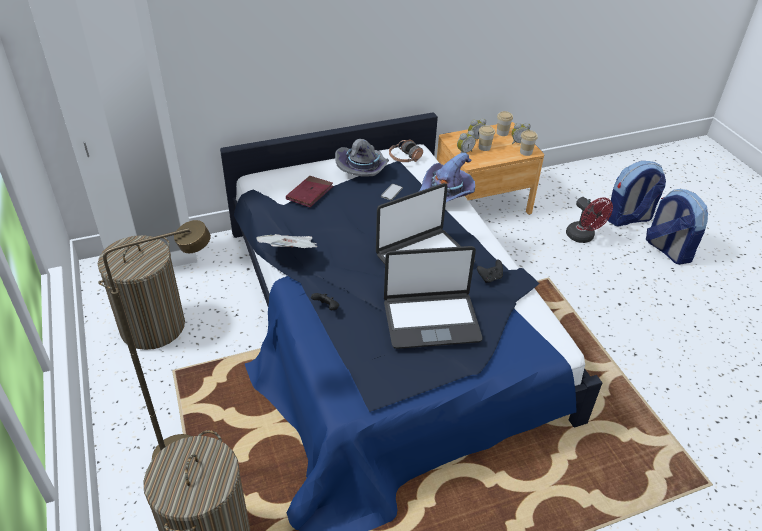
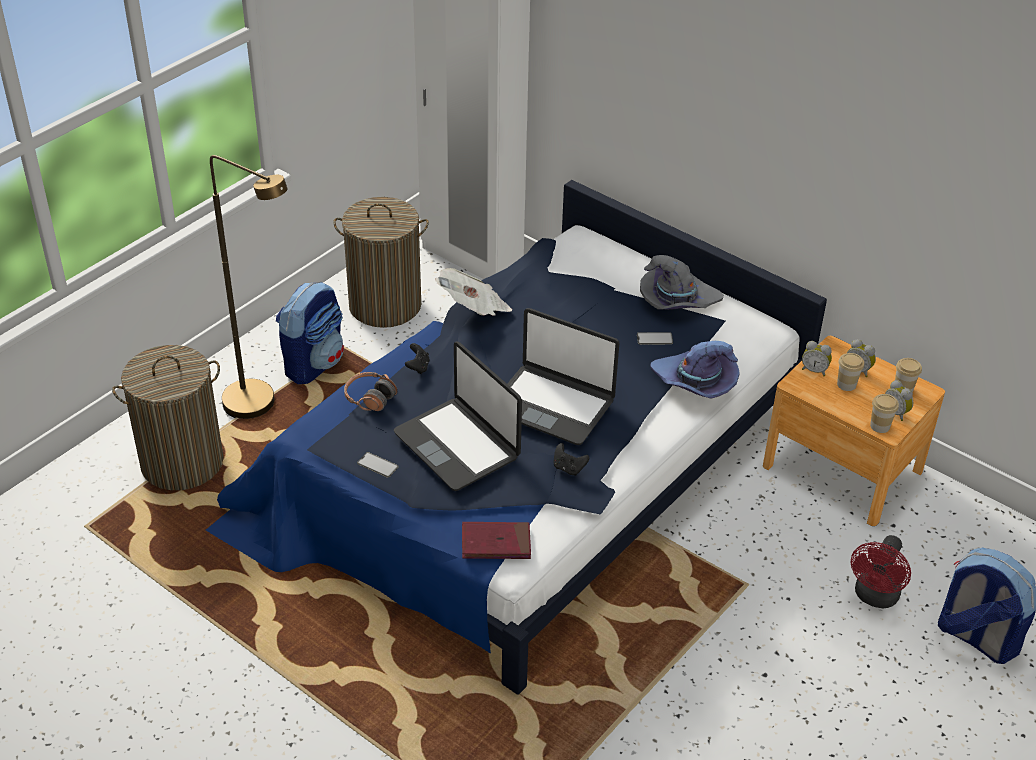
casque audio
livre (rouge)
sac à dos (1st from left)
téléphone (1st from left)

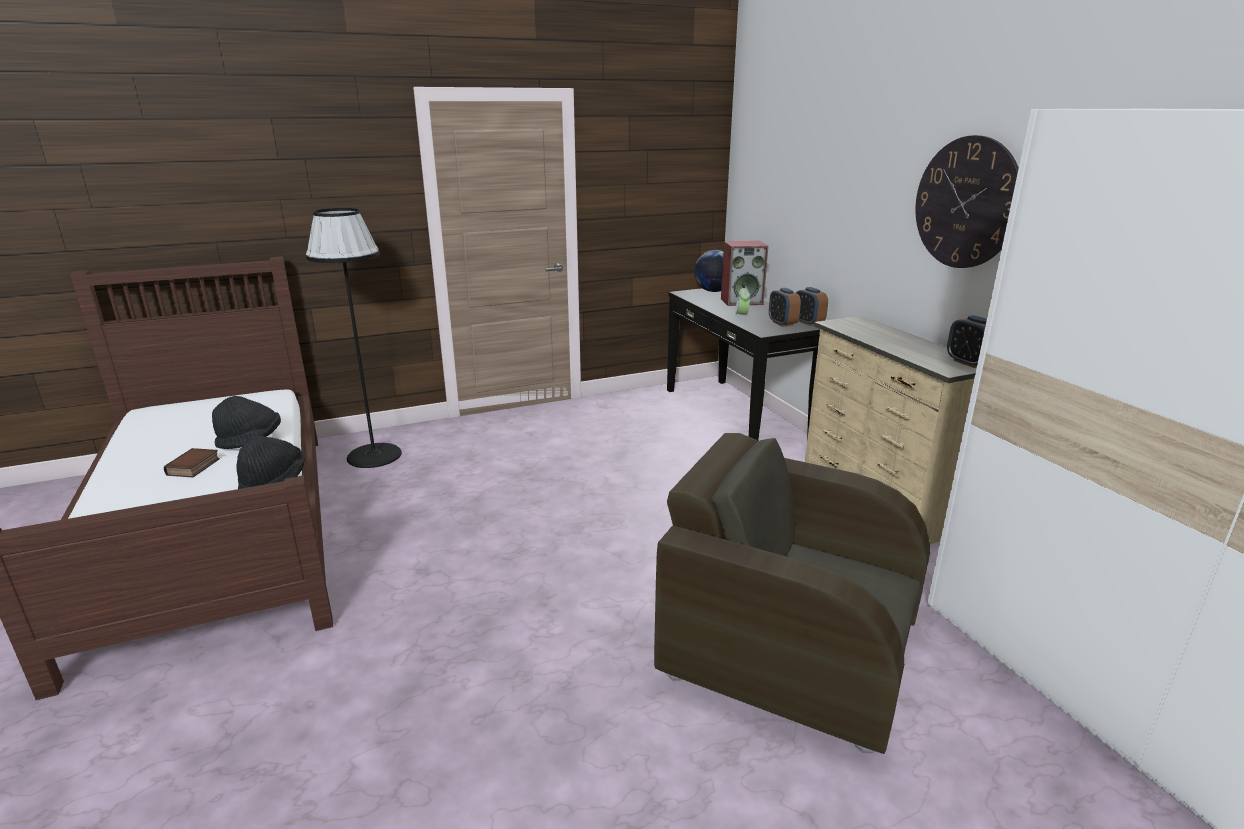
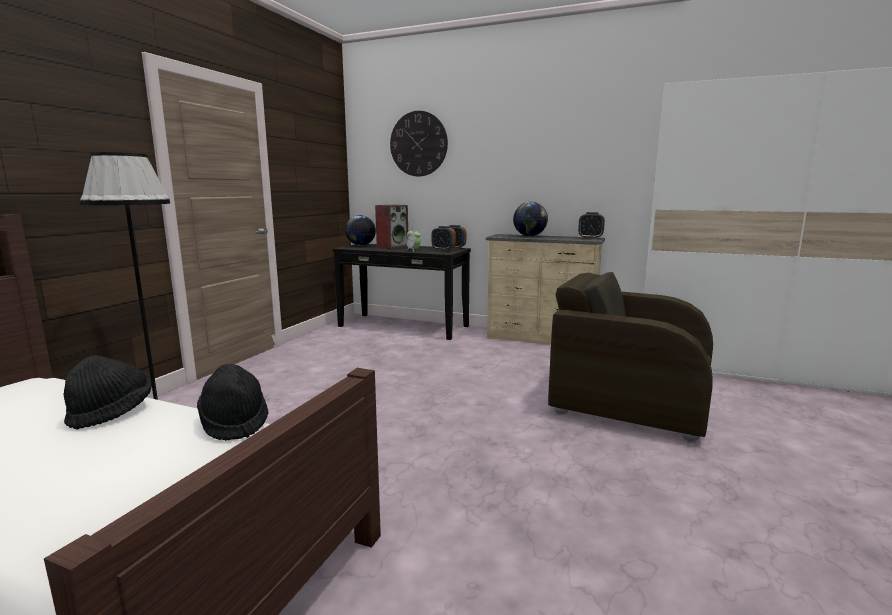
horloge murale
fauteuil (marron)
livre
globe (2nd from left)

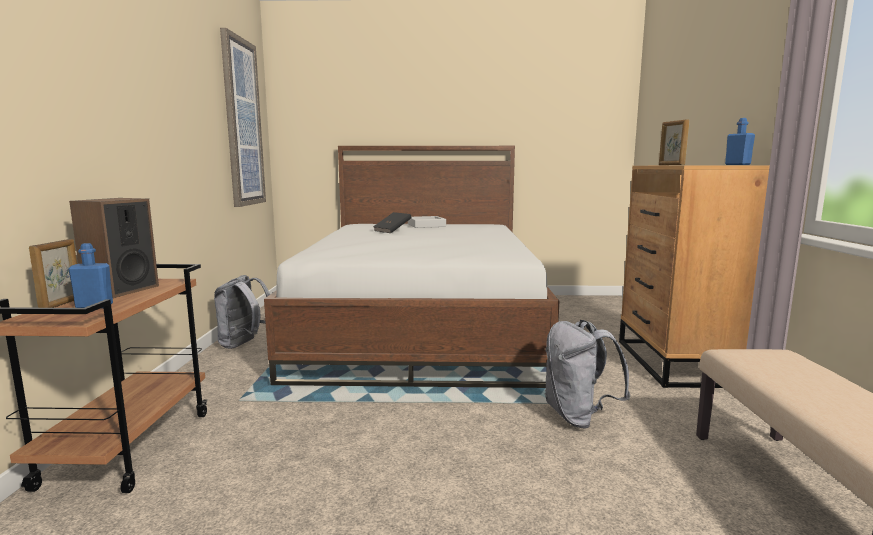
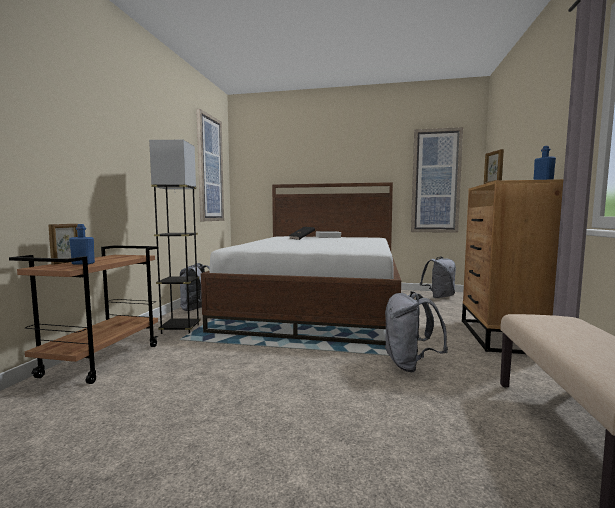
enceinte
tableau (2nd from left)
lampadaire (gris)
sac à dos (gris) (3rd from left)

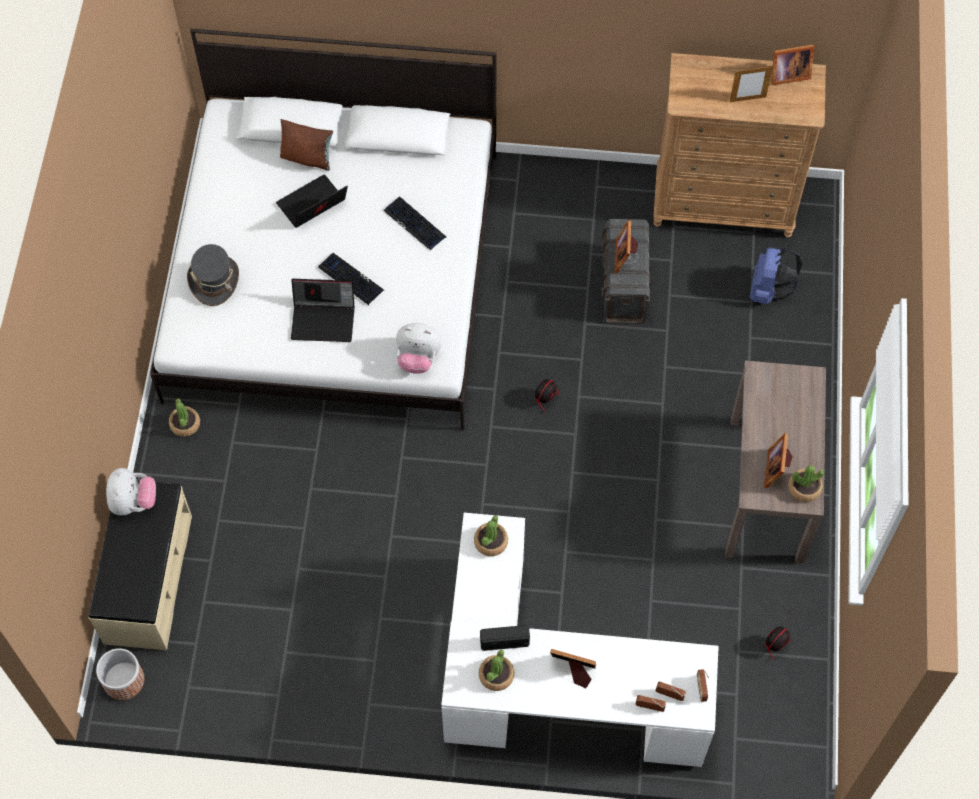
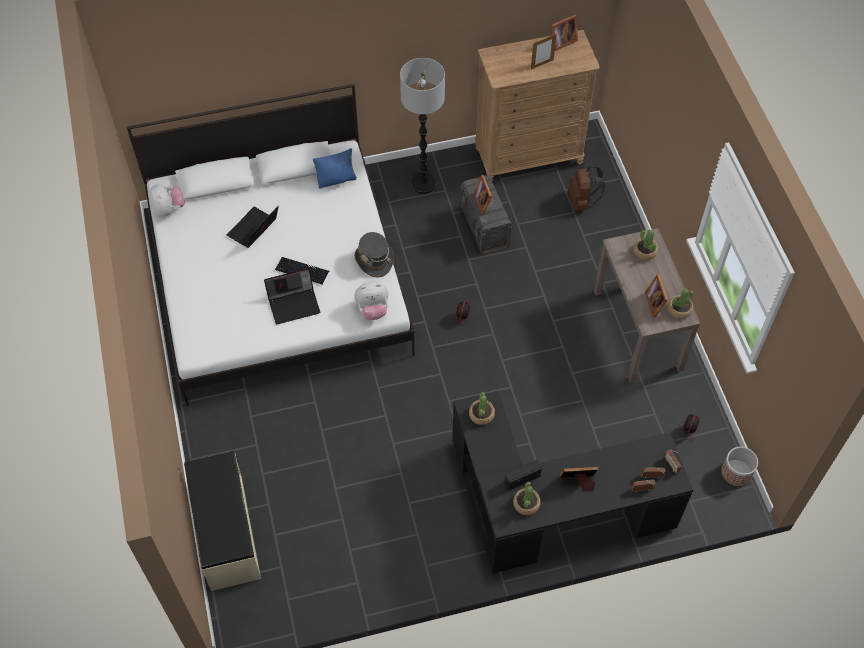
coussin (marron)
clavier (2nd from left in the first image)
chapeau (gris)
sac à dos (marron)
plante en pot (3rd from left)
peluche (1st from left)
bureau (noir)
cache-pot
lampadaire
coussin (bleu)

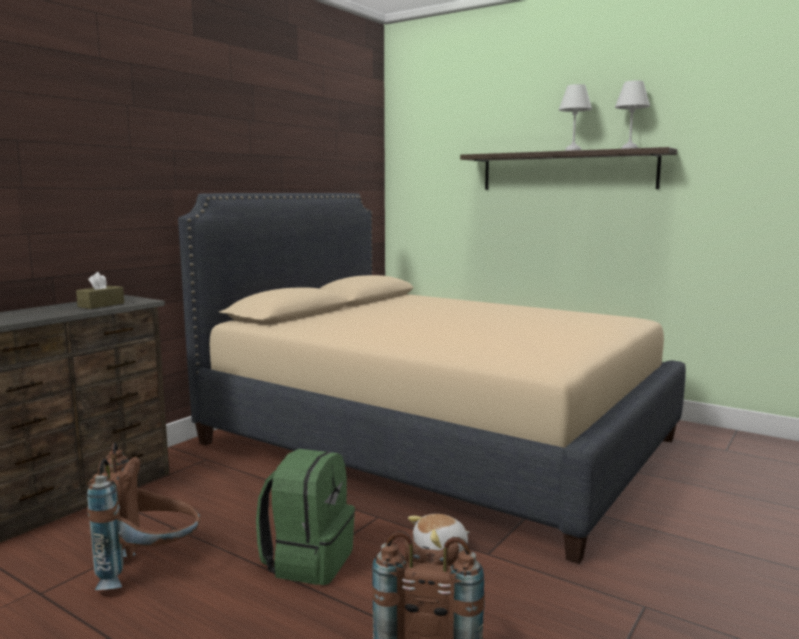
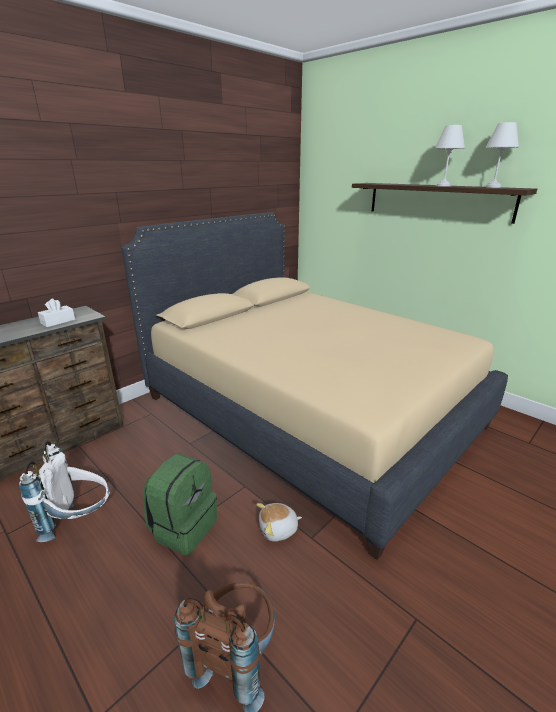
boîte à mouchoirs (blanc)
sac à dos (blanc)

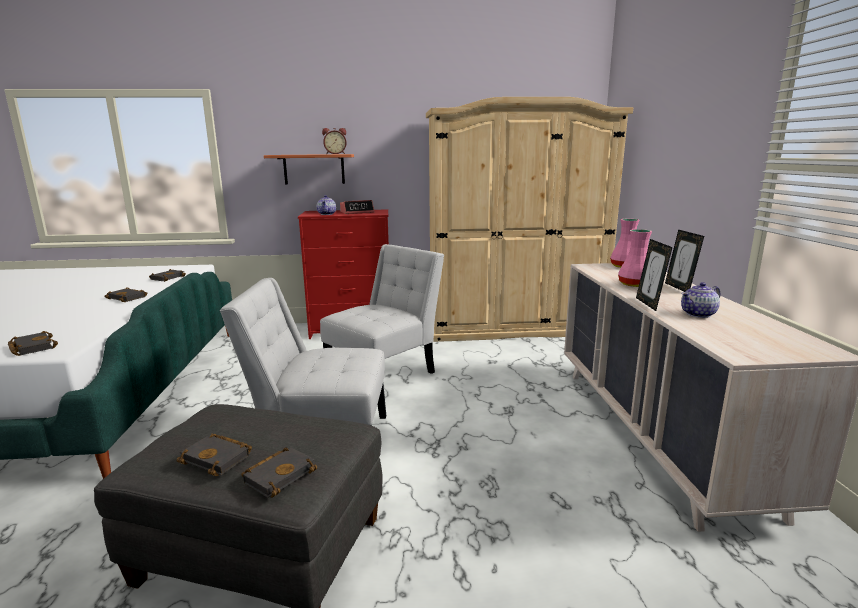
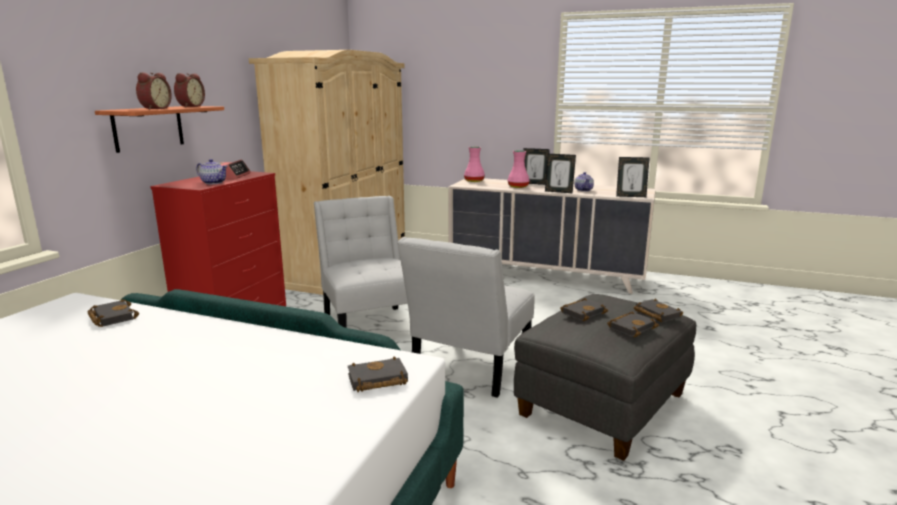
livre (noir) (3rd from left)
réveil (1st from left)
cadre photo (3rd from left)

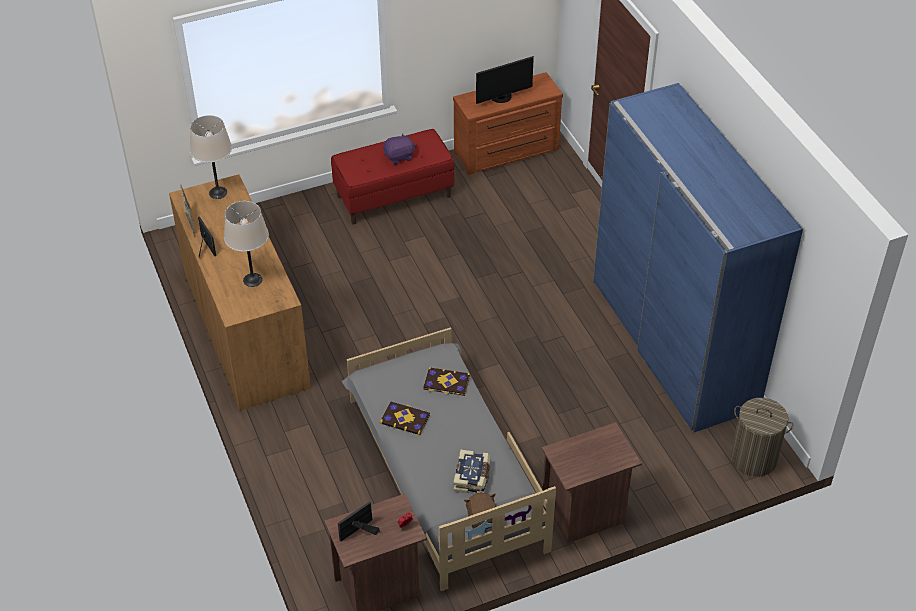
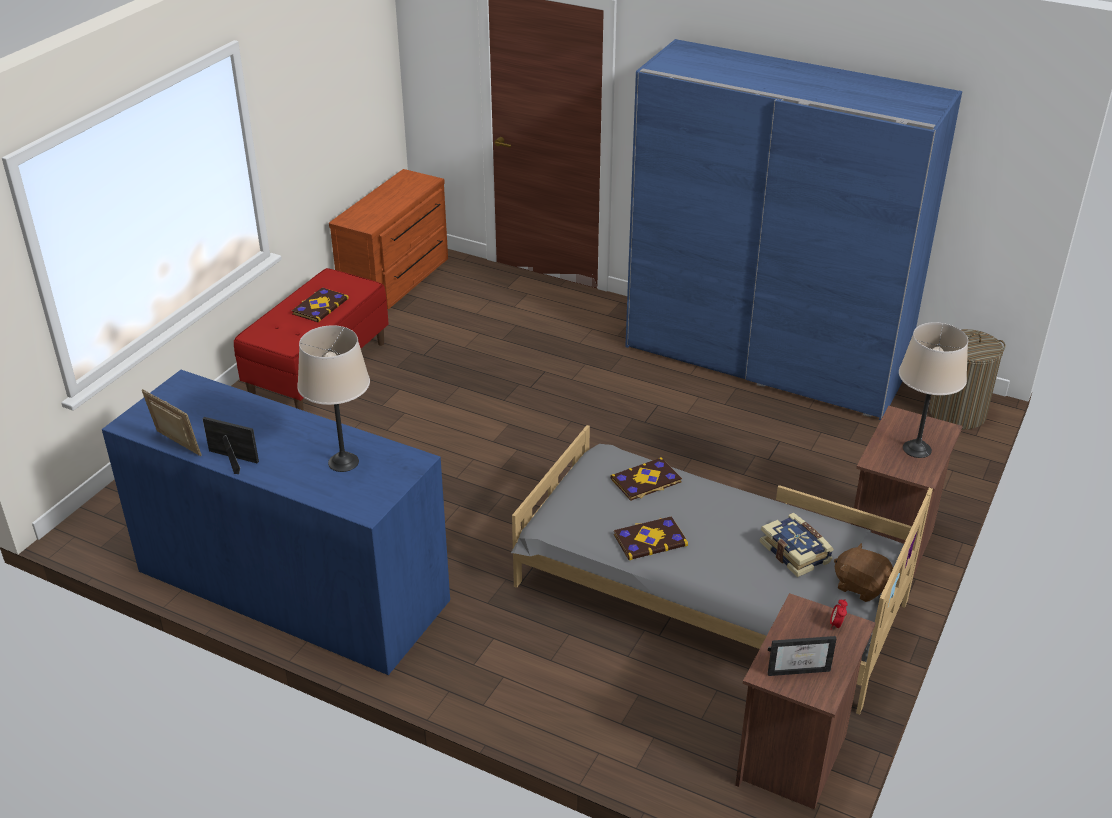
écran d'ordinateur
lampe de table (beige) (2nd from left)
livre (1st from left)
commode (bleu)
cadre photo (3rd from left)

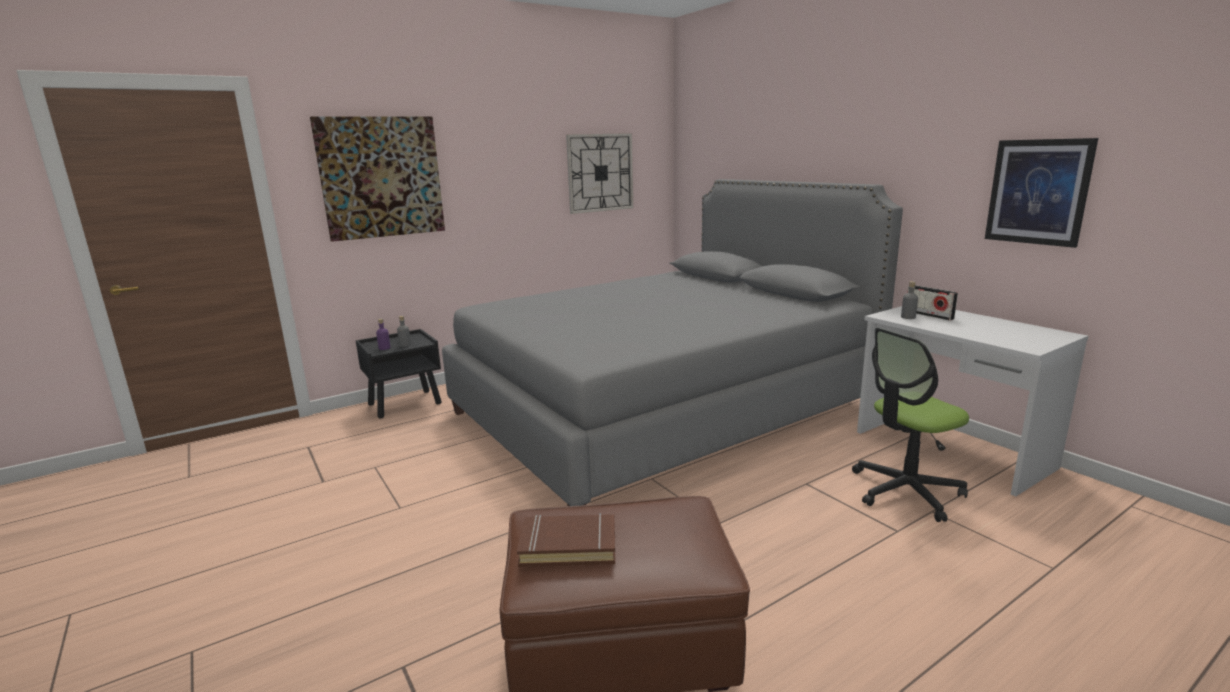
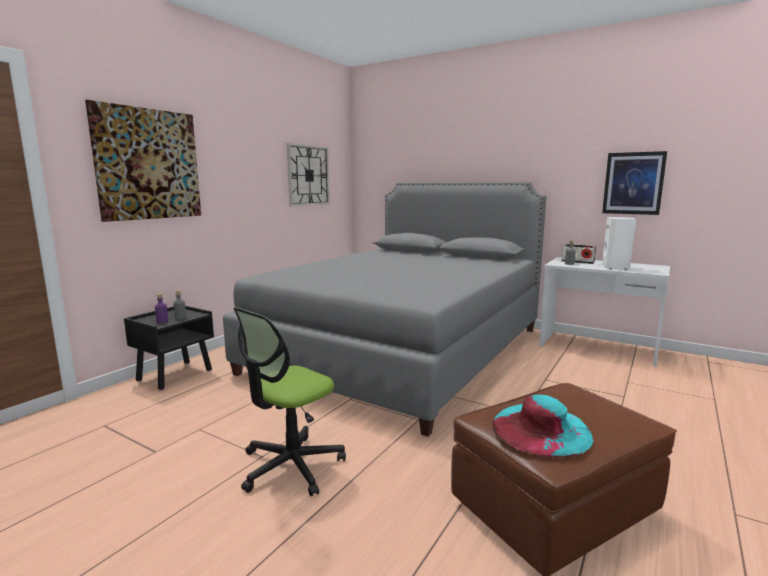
chaise de bureau
chapeau (turquoise)
enceinte (blanc)

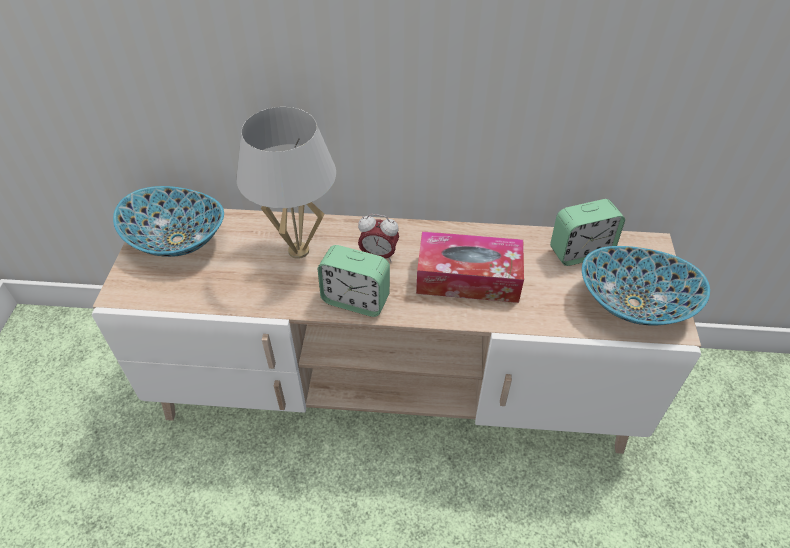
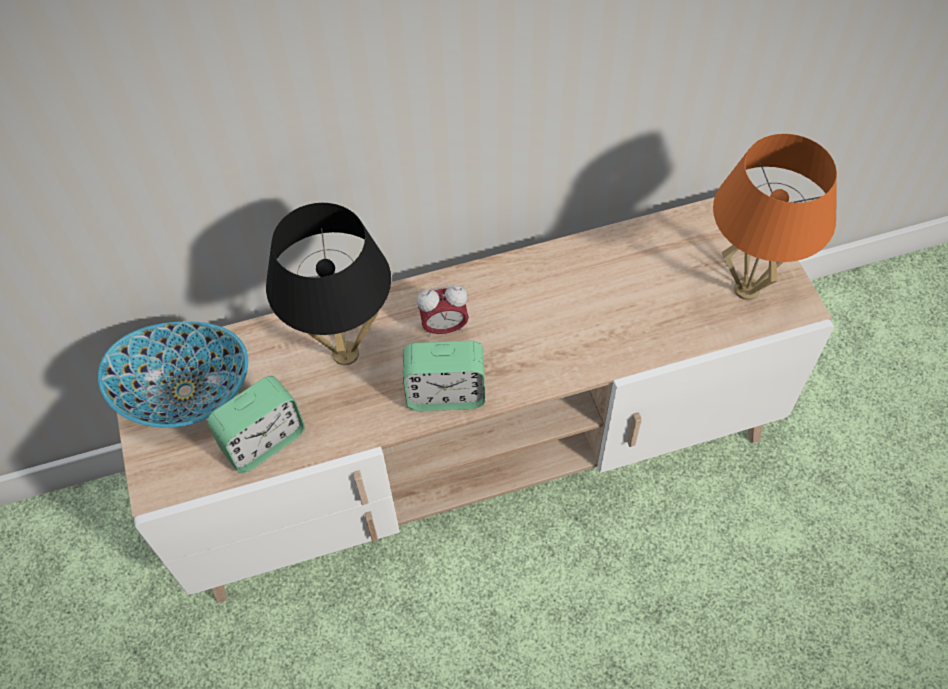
lampe de table (noir)
réveil (1st from left)
boîte à mouchoirs
lampe de table (orange)

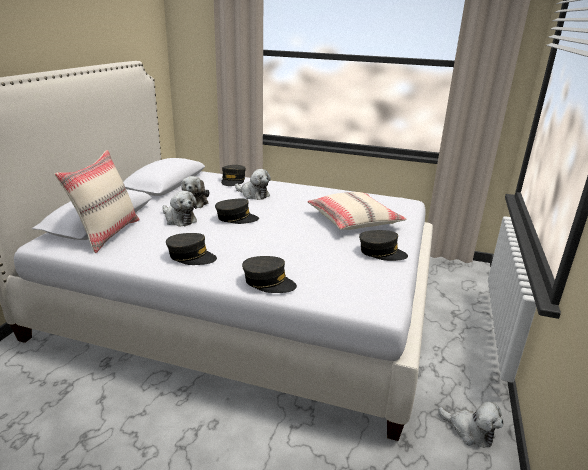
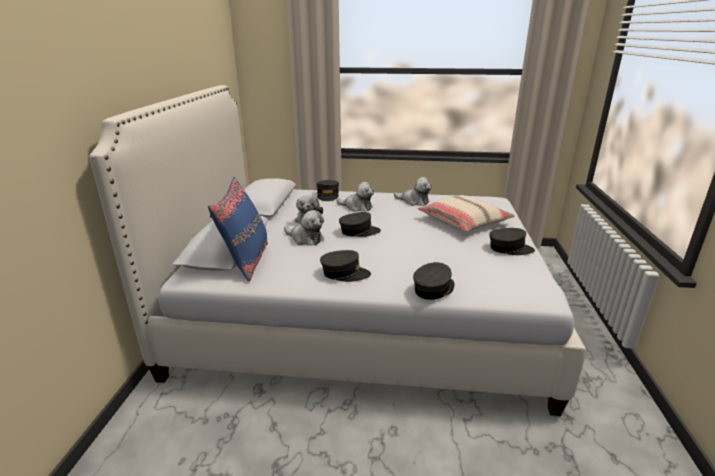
coussin (bleu)
casquette (gris) (4th from left)
peluche (4th from left)

